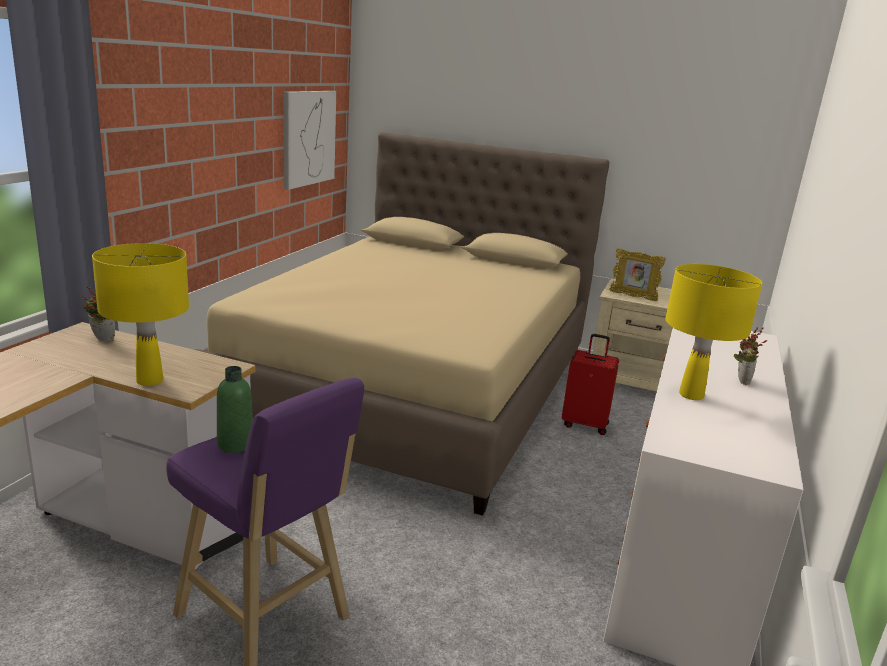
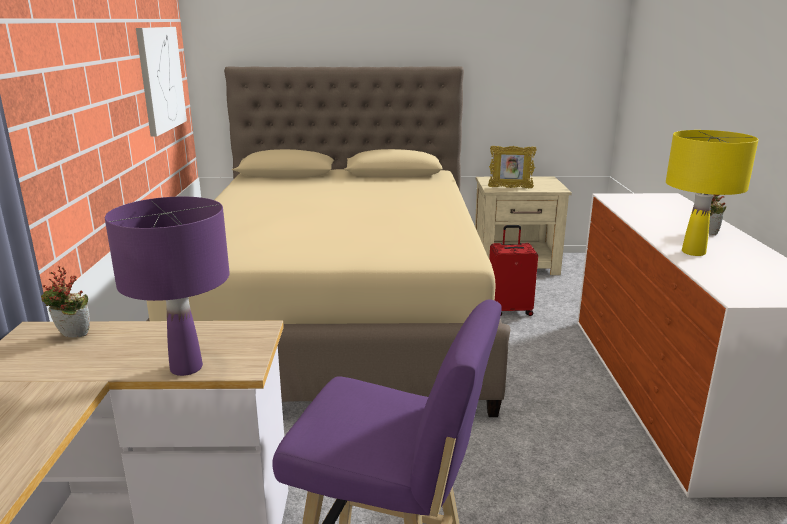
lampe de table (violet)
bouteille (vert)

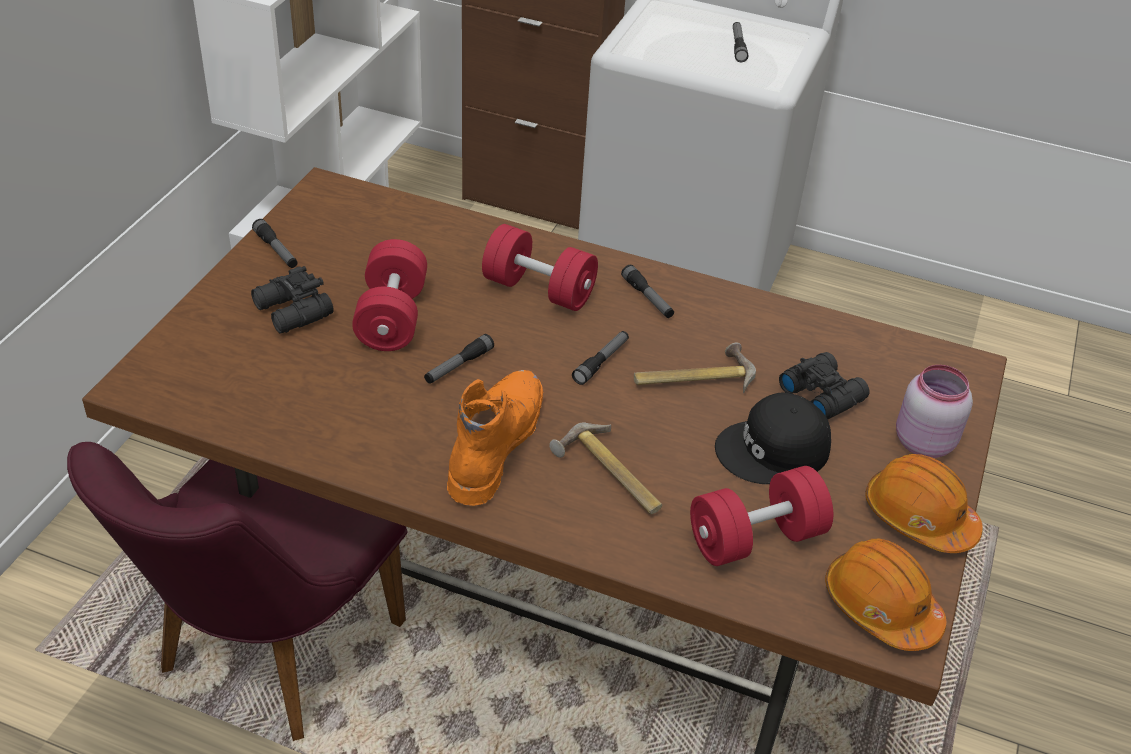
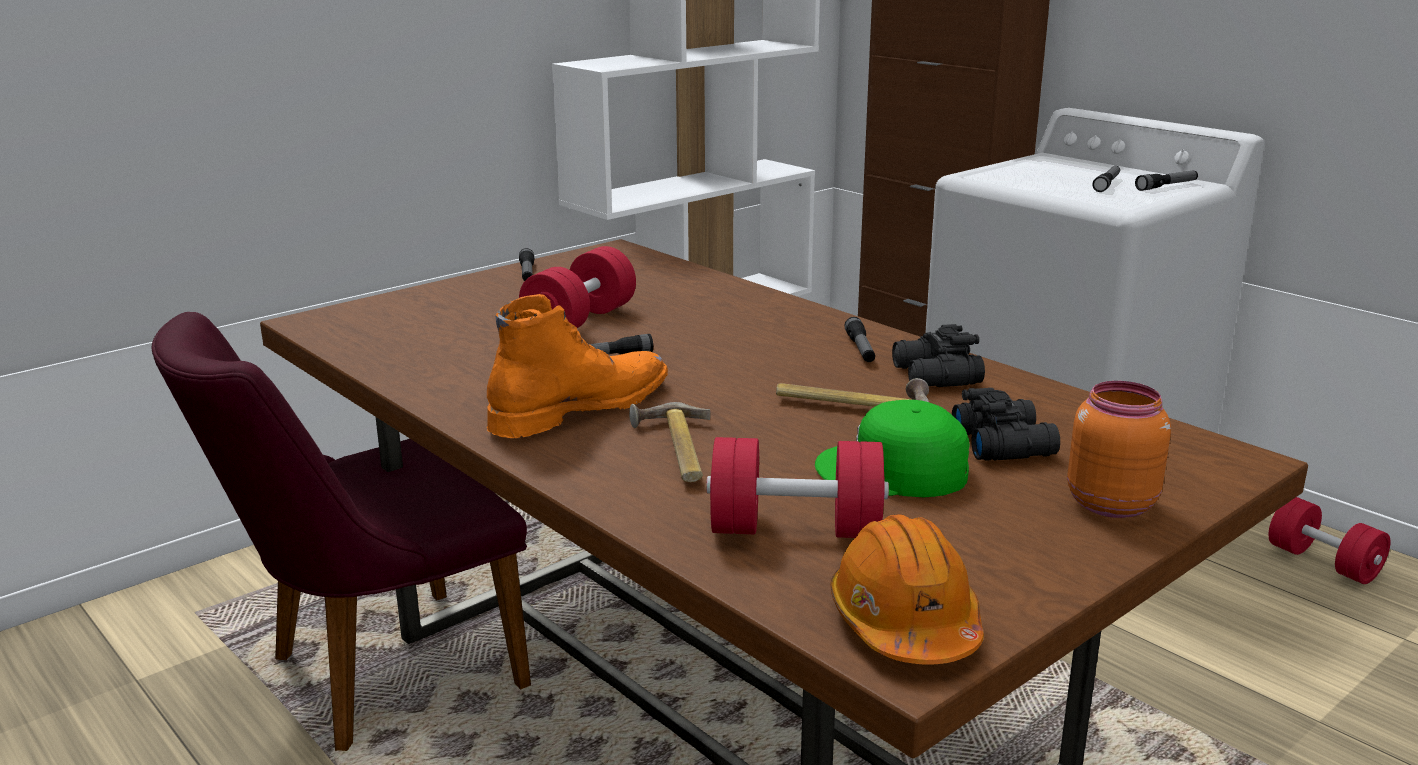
haltère (rouge) (3rd from left)
jumelles (noir) (1st from left)
lampe de poche (5th from left)
bocal (orange)
casquette (vert)
casque de chantier (orange) (2nd from left in the first image)

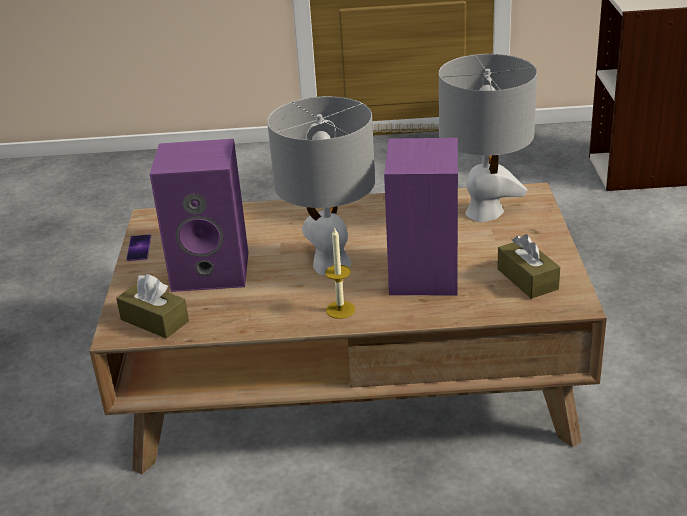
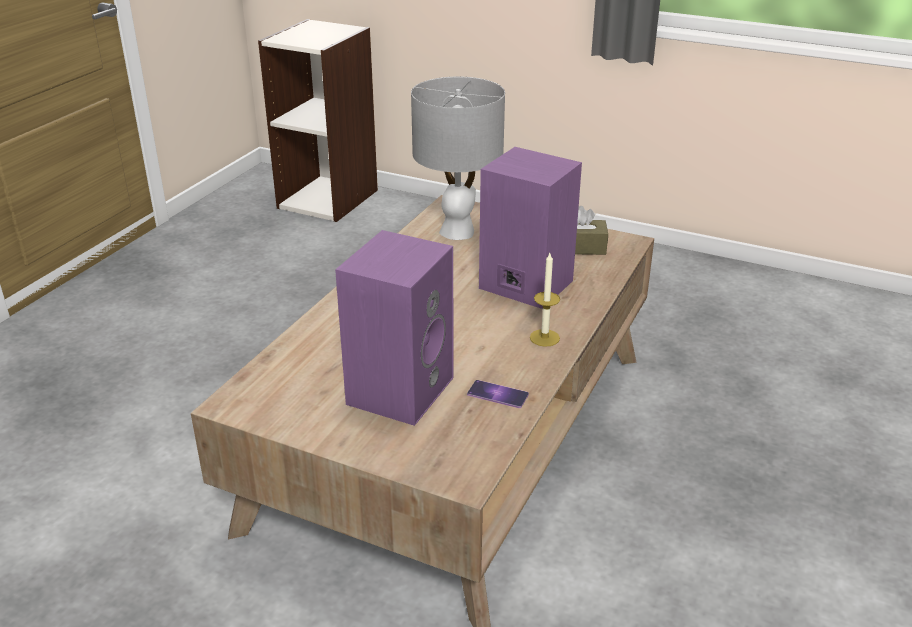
lampe de table (gris) (1st from left in the first image)
téléphone
boîte à mouchoirs (marron) (1st from left in the first image)

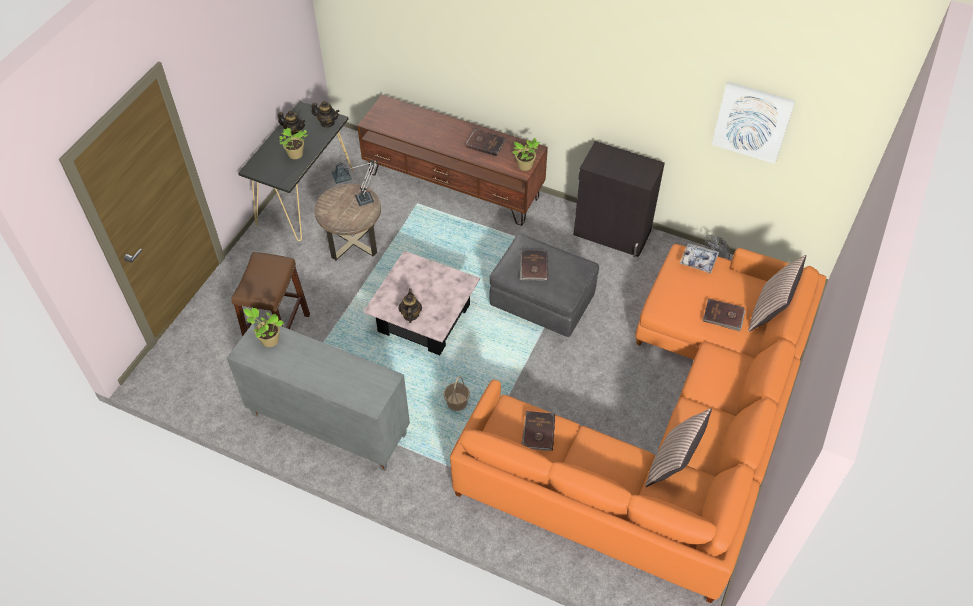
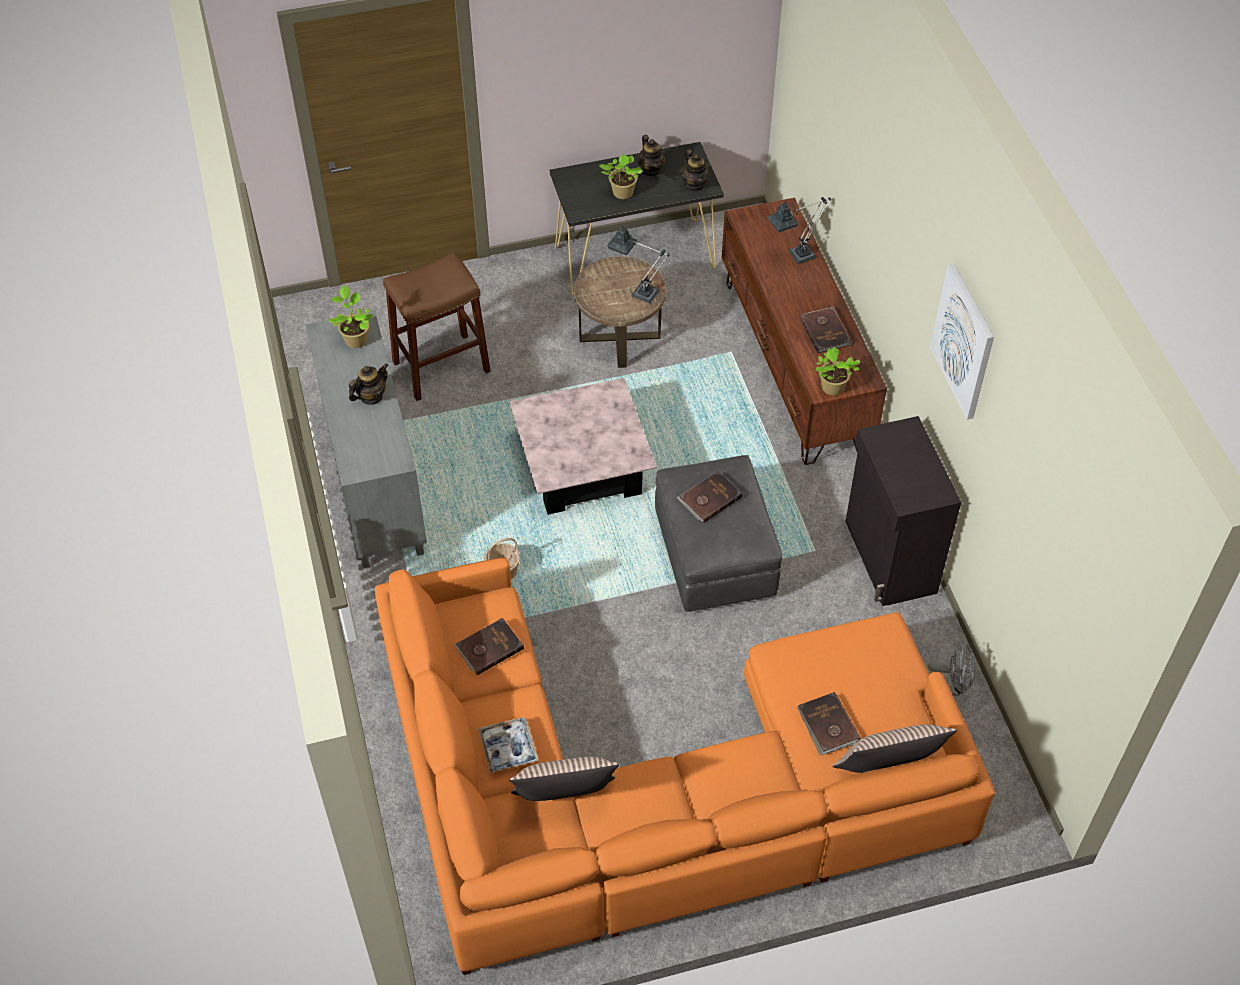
tableau
plateau
théière (1st from left)
lampe de table (2nd from left)

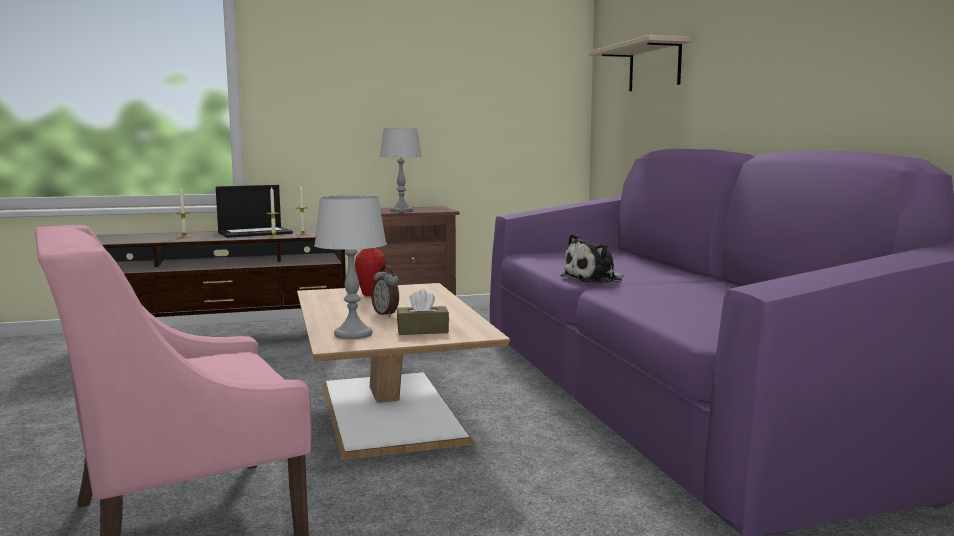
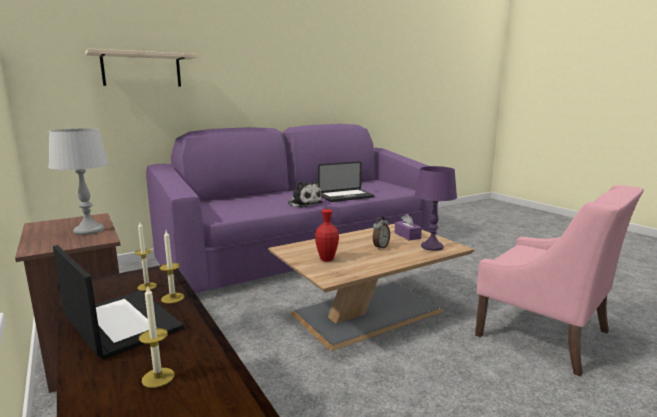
lampe de table (violet)
boîte à mouchoirs (violet)
ordinateur portable (2nd from left)

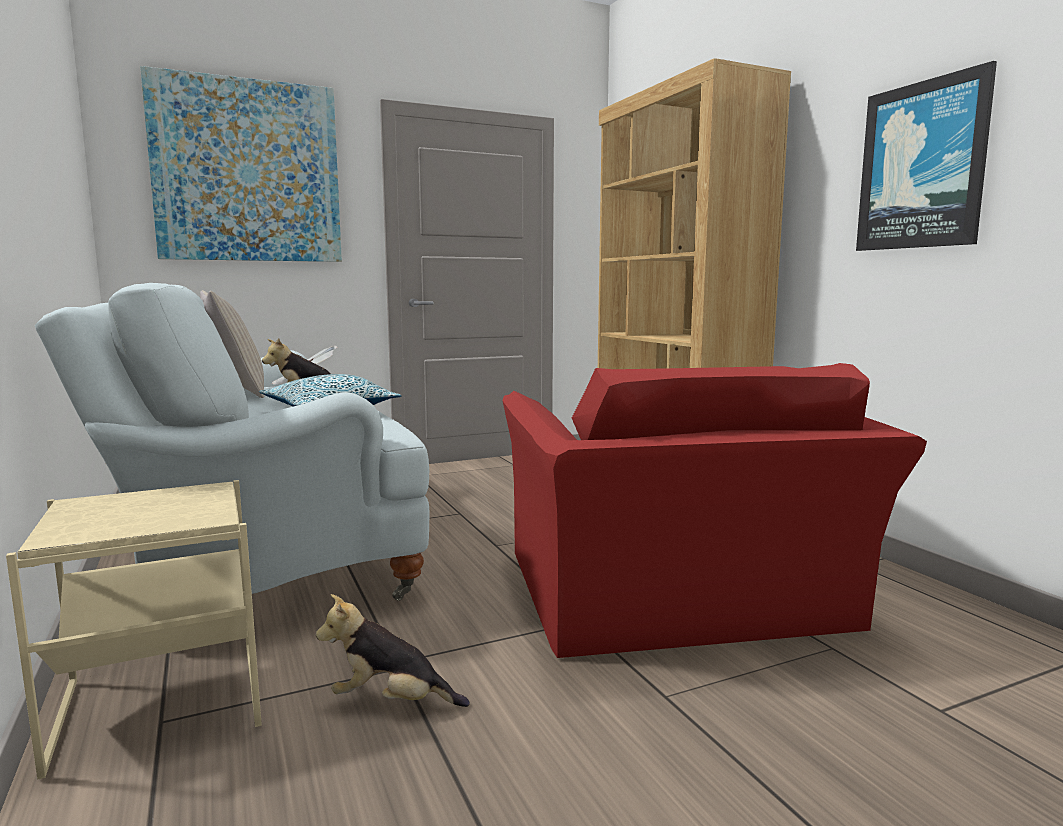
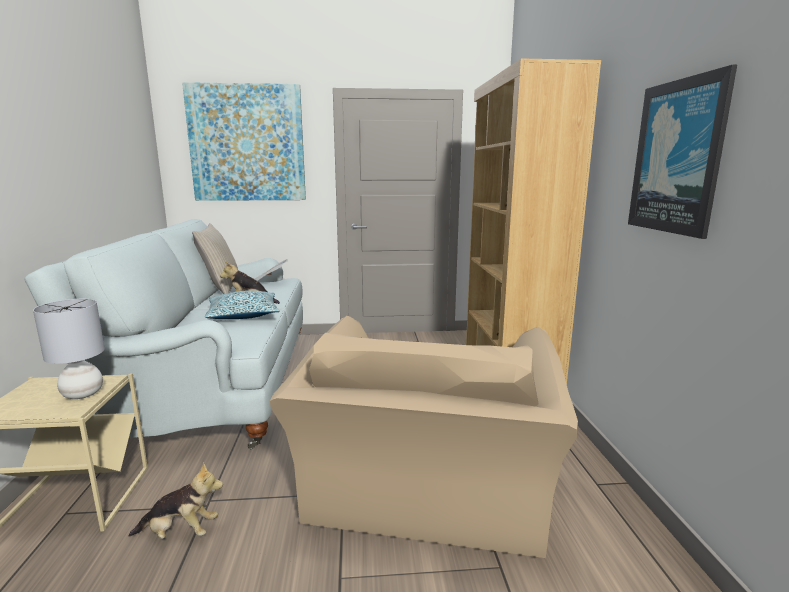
fauteuil (beige)
peluche (1st from left)
lampe de table (gris)

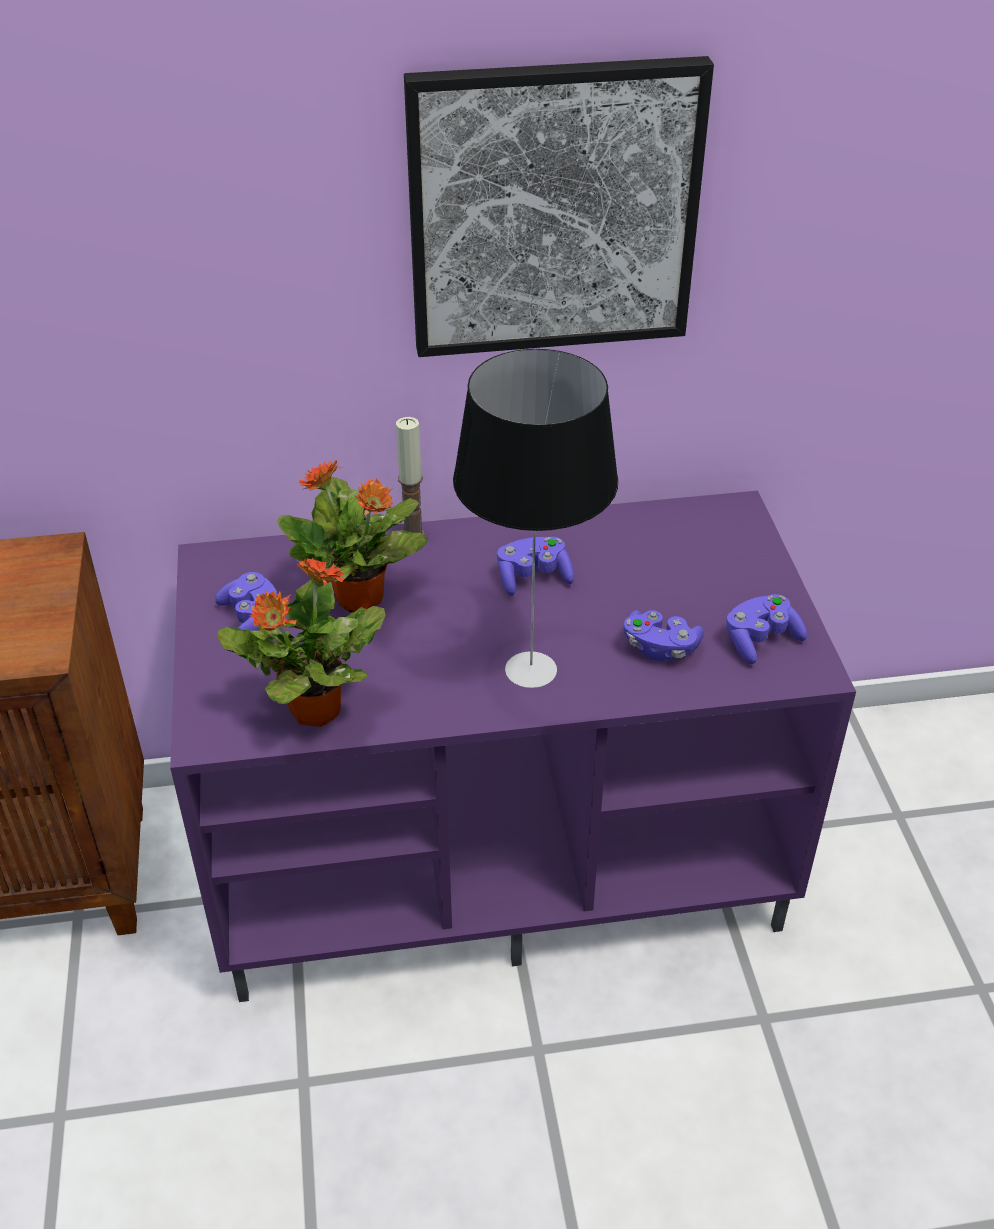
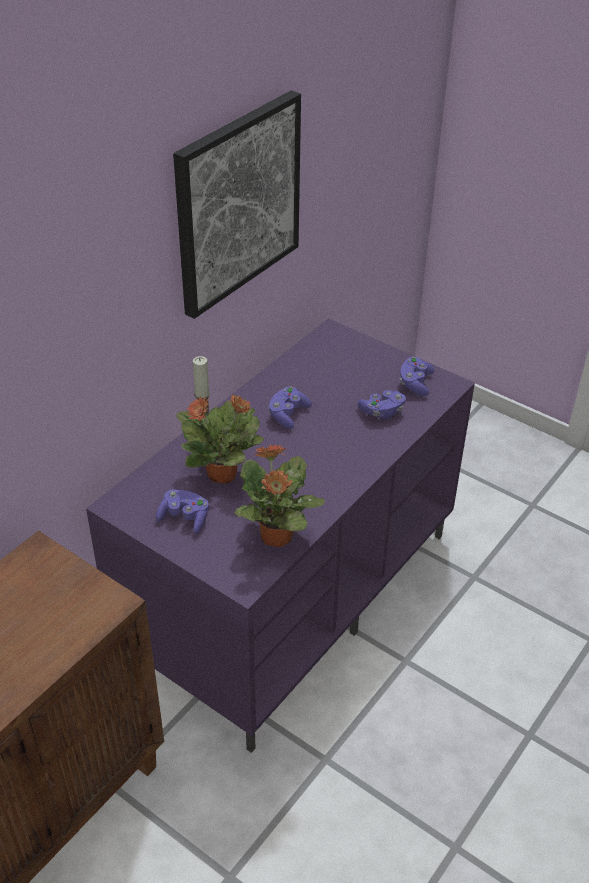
lampe de table

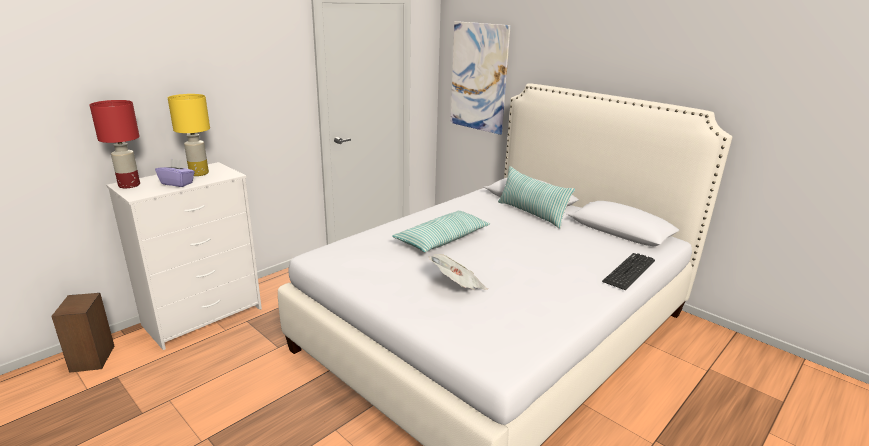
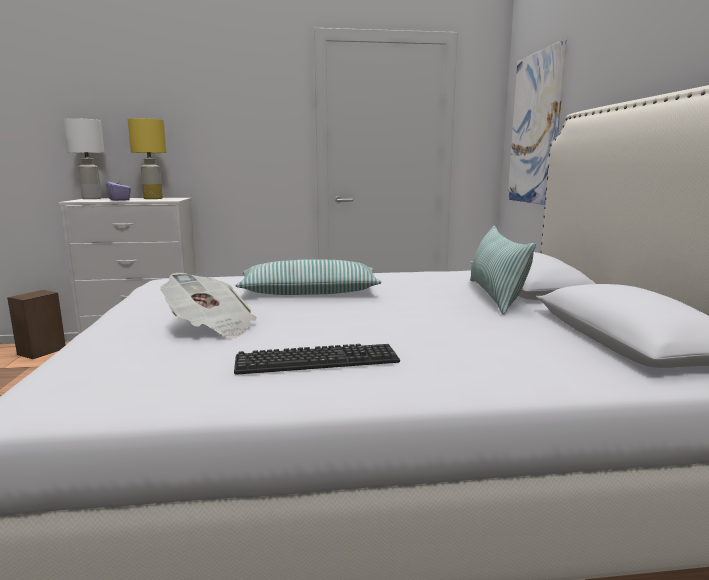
lampe de table (blanc)
clavier

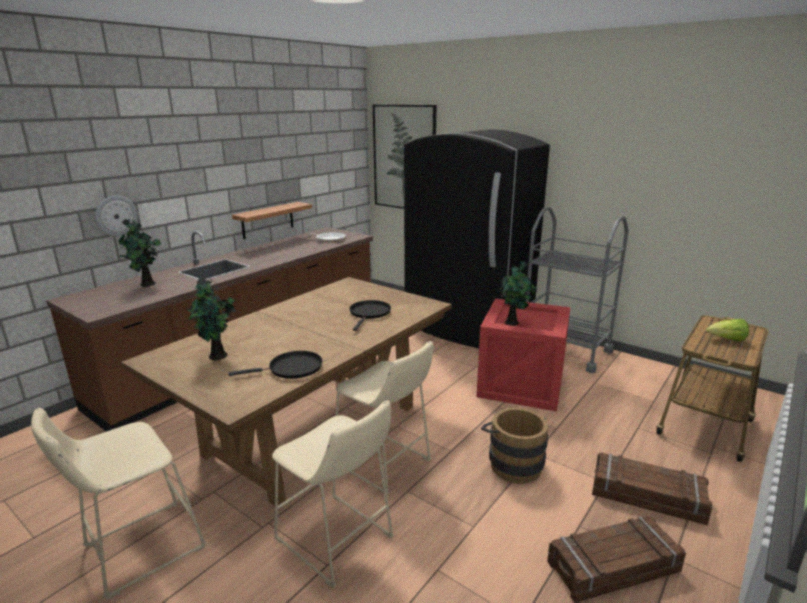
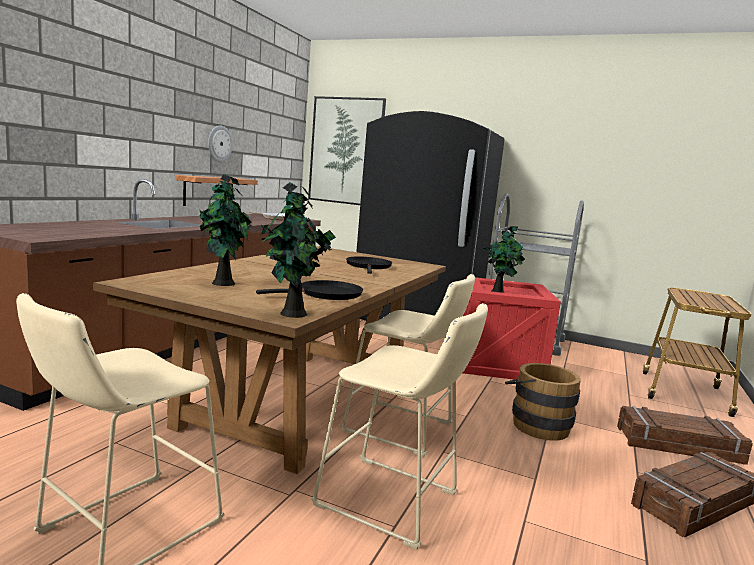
horloge murale
plante en pot (2nd from left)
laitue

